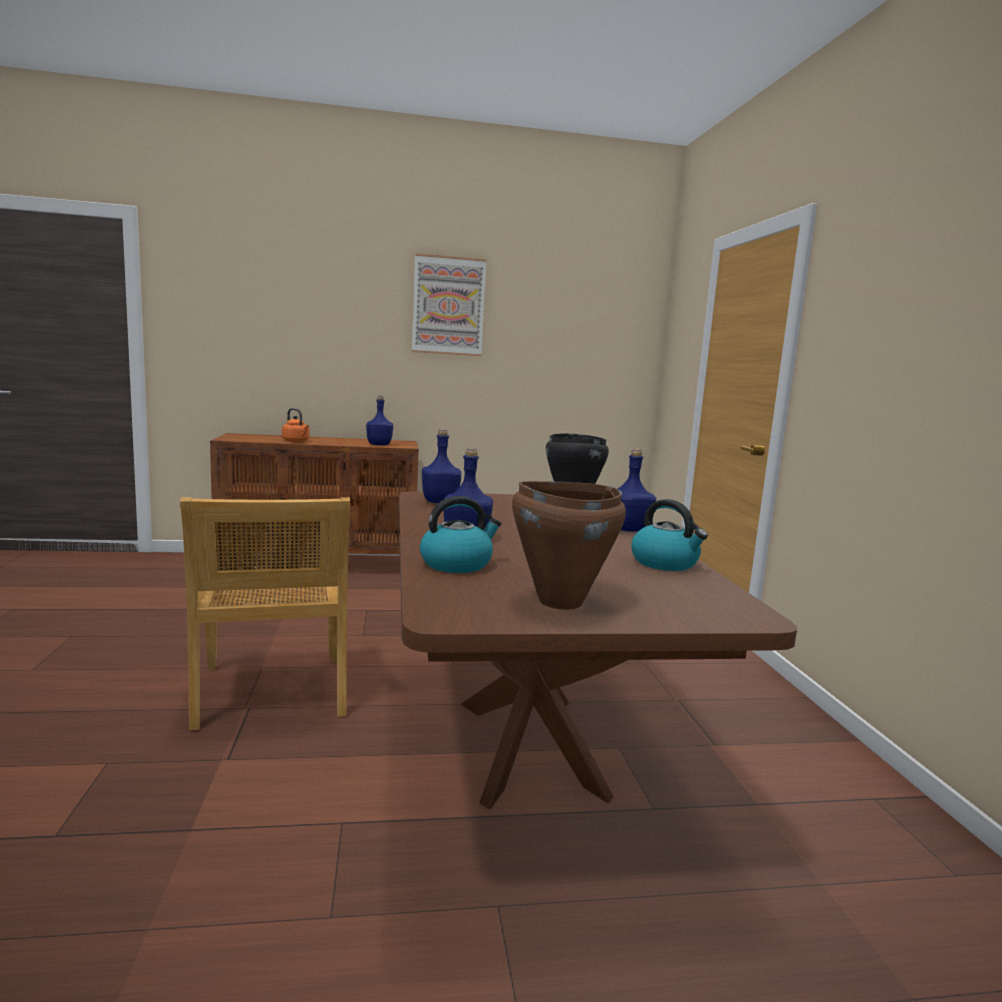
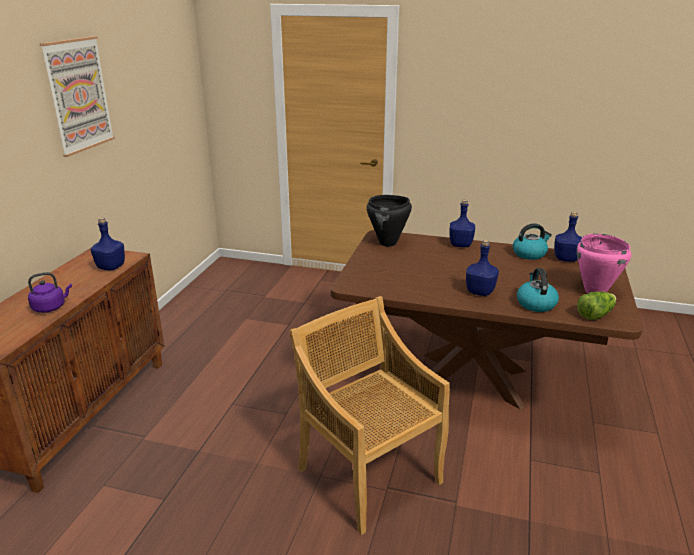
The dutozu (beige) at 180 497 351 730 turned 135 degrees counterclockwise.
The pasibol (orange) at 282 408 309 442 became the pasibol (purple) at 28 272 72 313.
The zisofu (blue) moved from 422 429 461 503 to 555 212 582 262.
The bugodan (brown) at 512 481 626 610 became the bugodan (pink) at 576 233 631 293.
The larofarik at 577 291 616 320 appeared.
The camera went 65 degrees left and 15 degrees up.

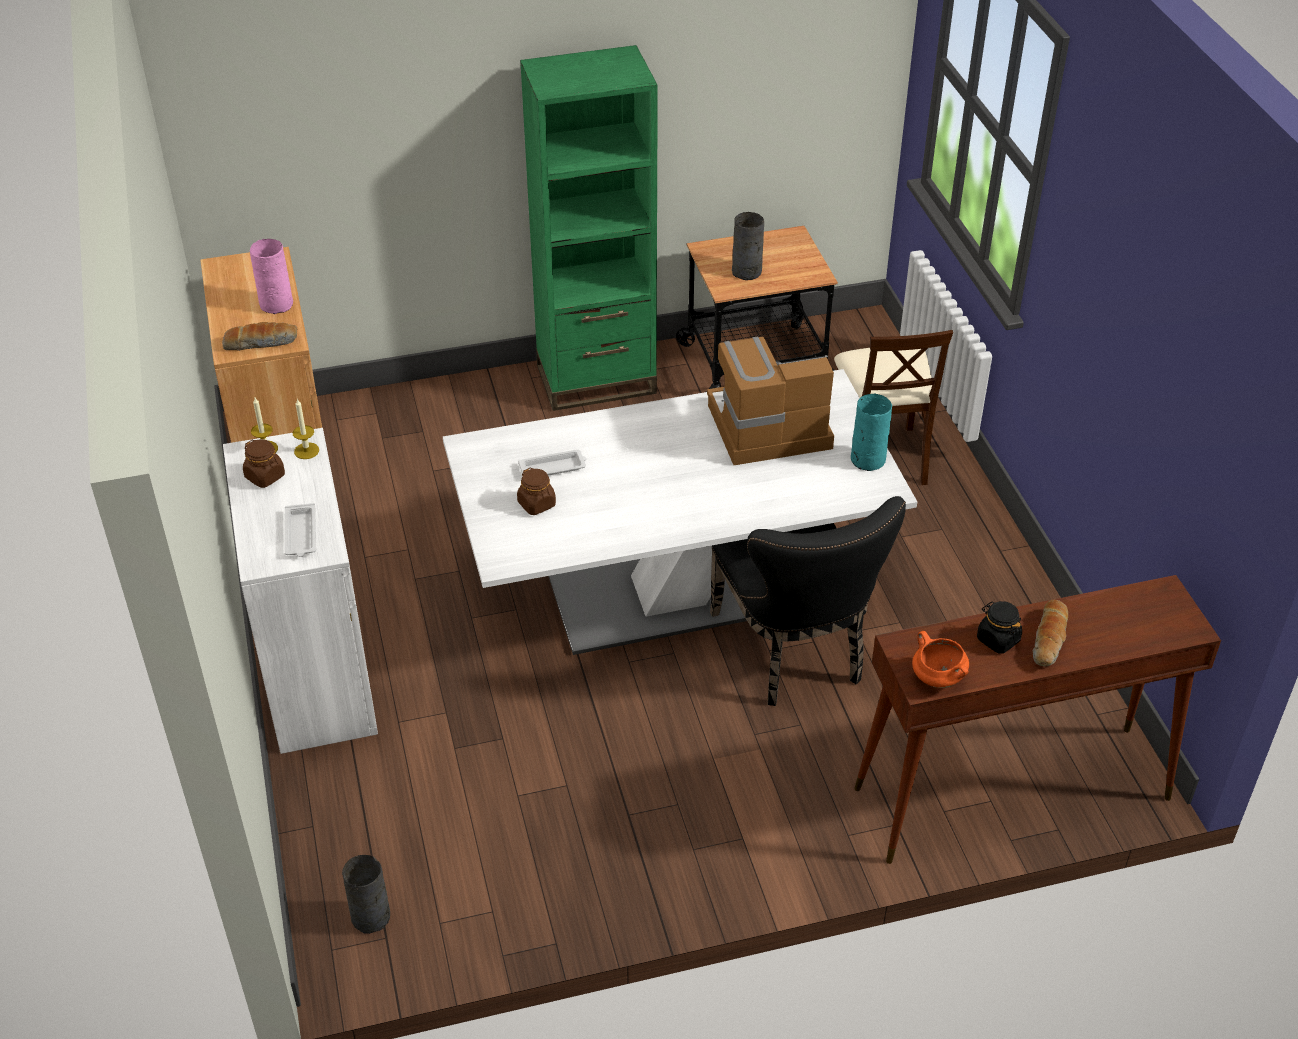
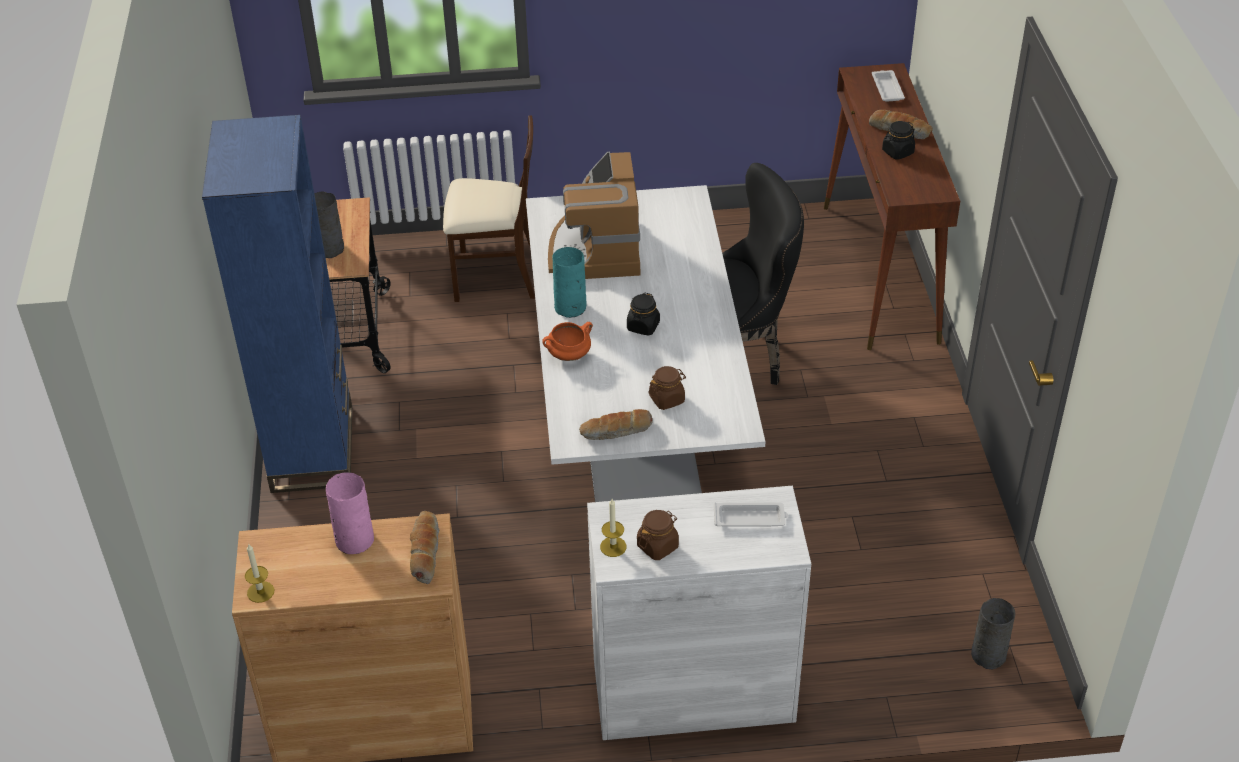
The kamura moved from 293 399 319 459 to 245 543 275 603.
The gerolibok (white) moved from 518 449 586 475 to 872 70 905 102.
The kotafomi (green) at 520 45 658 411 became the kotafomi (blue) at 202 115 352 493.
The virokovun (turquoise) moved from 851 394 892 471 to 552 247 586 318.
The bugodan (orange) moved from 912 631 969 688 to 542 322 593 361.
The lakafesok at 579 409 653 440 appeared.
The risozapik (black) at 627 293 660 336 appeared.
The camera went 80 degrees left and 0 degrees up.

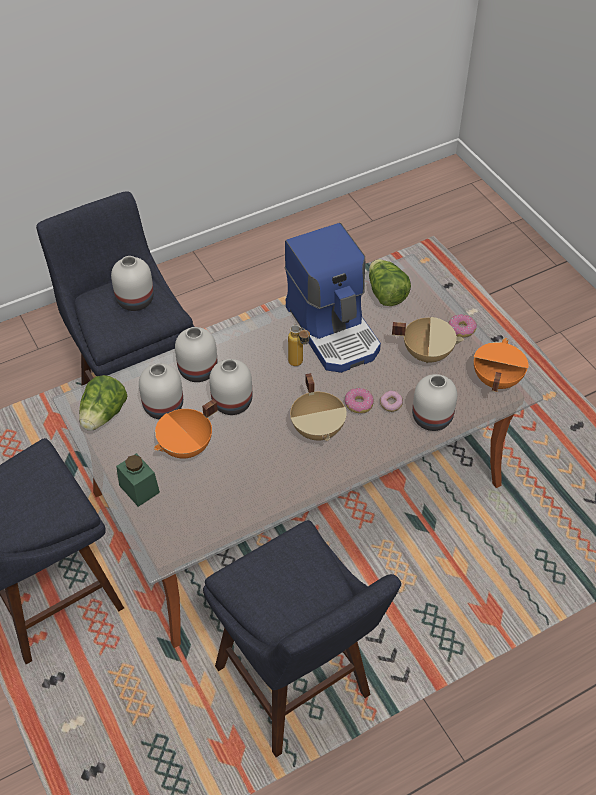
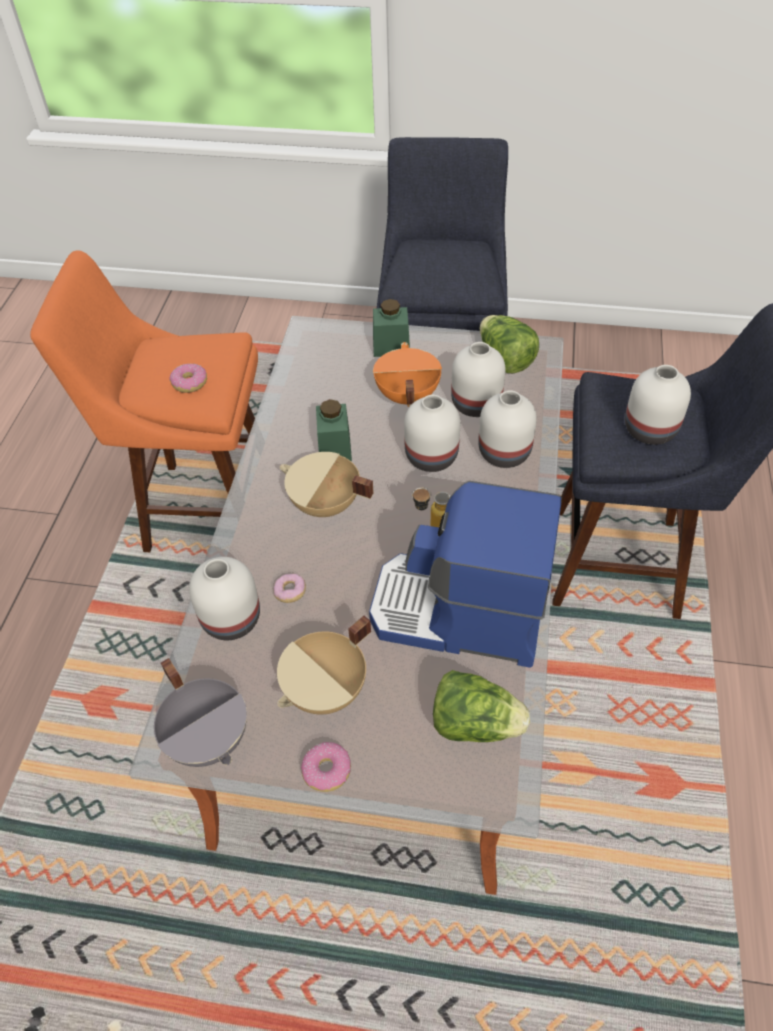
The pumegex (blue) at 203 520 401 757 became the pumegex (orange) at 30 250 258 552.
The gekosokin moved from 345 388 374 413 to 169 364 207 393.
The bugodan (orange) at 474 338 528 392 became the bugodan (grey) at 154 658 247 767.
The risozapik (green) at 316 399 352 461 appeared.
The camera went 130 degrees right and 0 degrees up.

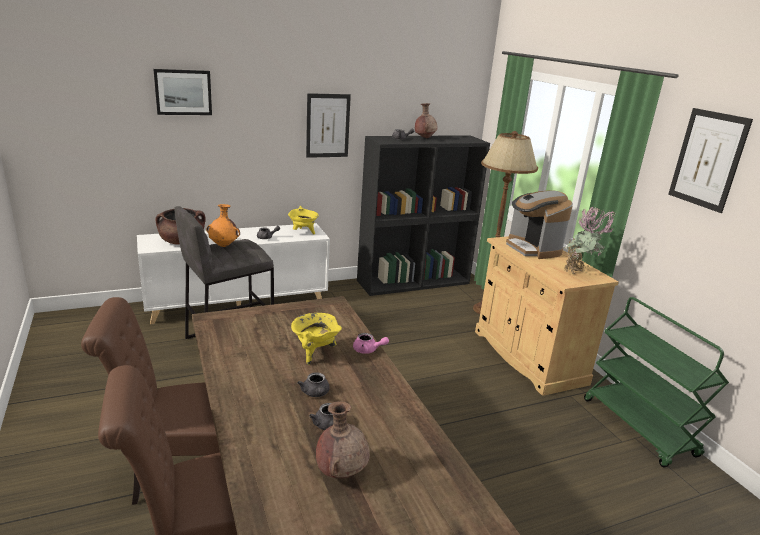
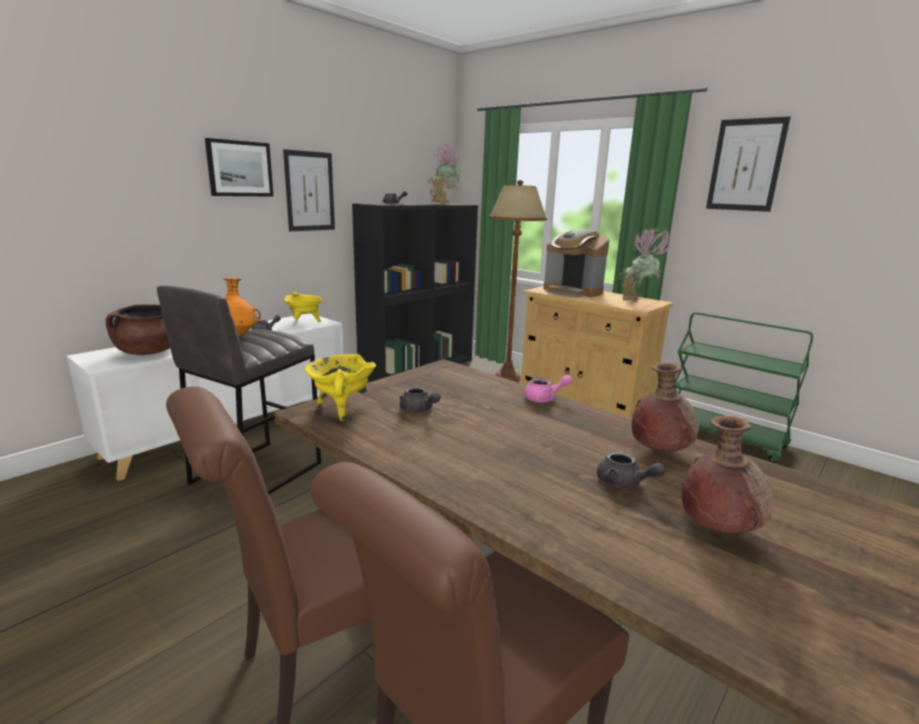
The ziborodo moved from 153 69 212 115 to 205 138 274 197.
The bugodan (yellow) moved from 291 313 342 365 to 305 354 376 421.
The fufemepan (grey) moved from 297 372 330 397 to 399 386 441 413.
The virokovun (brown) moved from 415 103 437 138 to 632 363 699 453.
The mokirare at 428 142 461 204 appeared.
The camera went 25 degrees left and 5 degrees down.

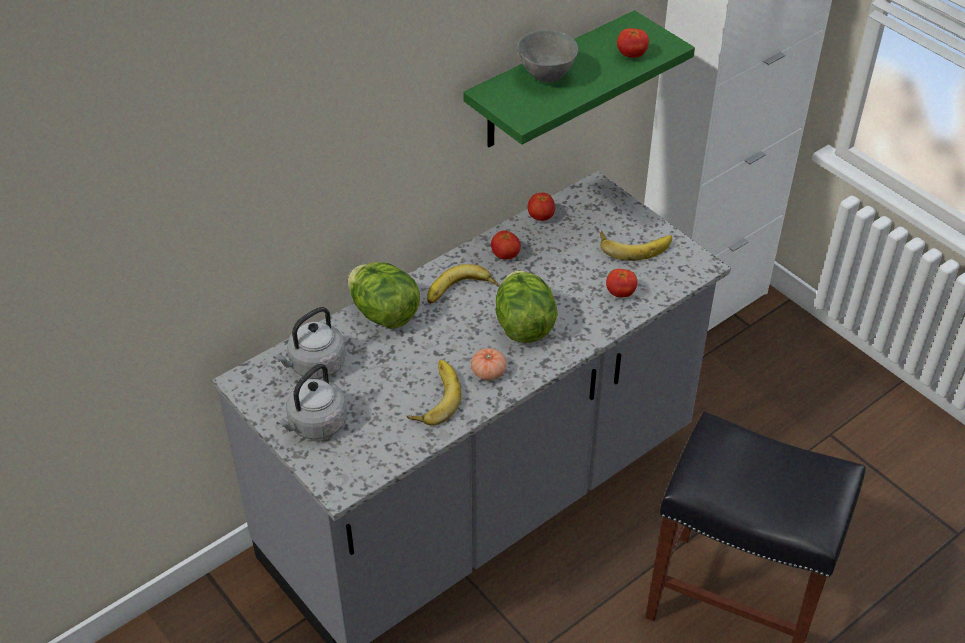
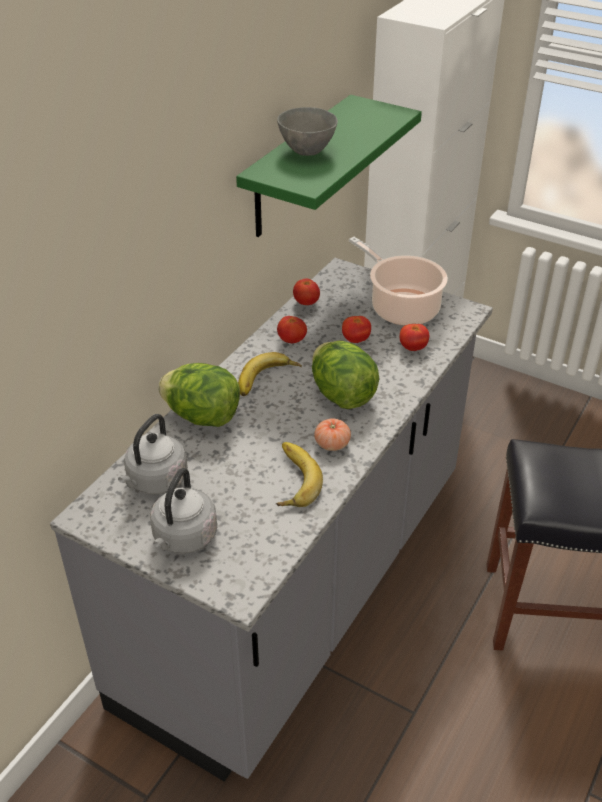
The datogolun at 600 230 672 261 was replaced by the bugodan at 349 237 448 326.
The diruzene moved from 617 28 649 58 to 342 316 371 343.
The camera went 20 degrees left and 5 degrees down.

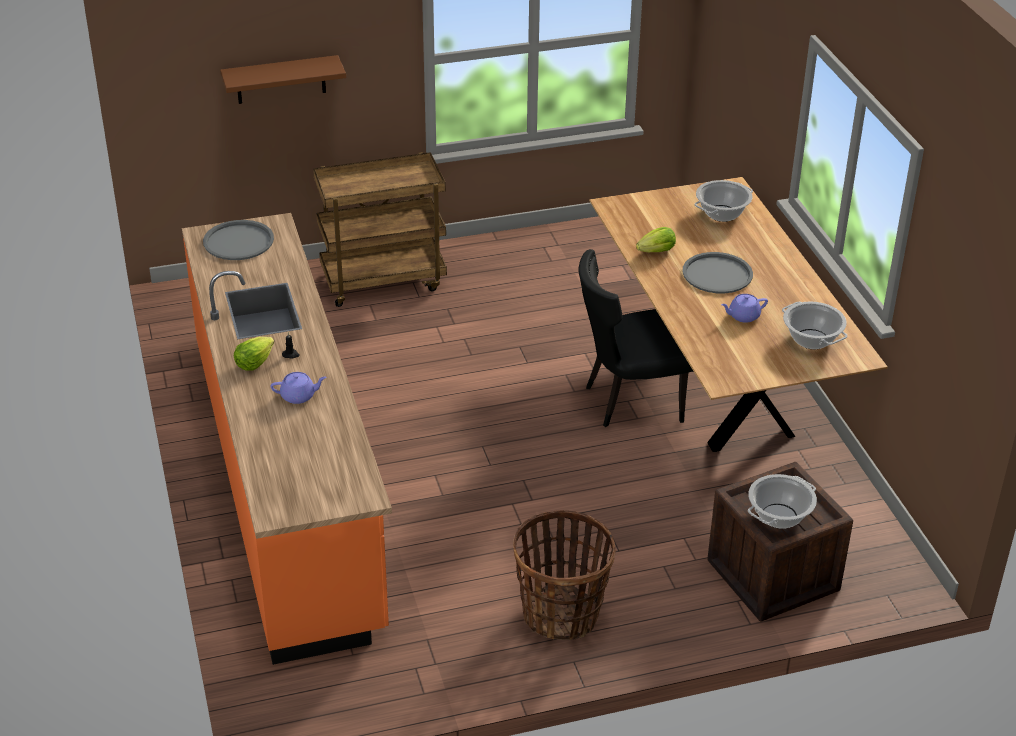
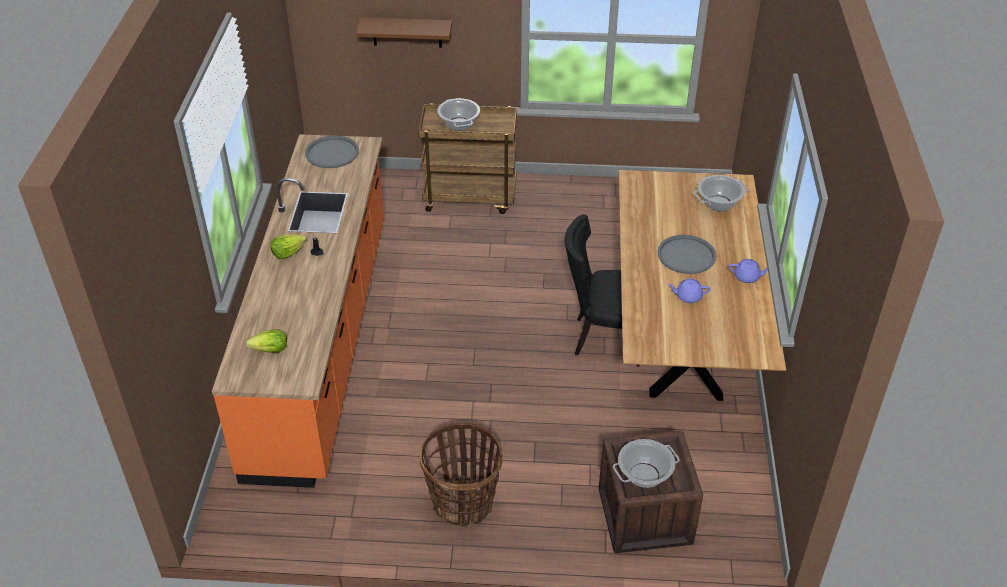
The fufemepan (purple) moved from 271 372 326 404 to 729 259 768 283.
The larofarik moved from 636 227 676 252 to 246 329 287 352.
The bugodan moved from 782 302 848 349 to 437 98 480 131.
The camera went 20 degrees right and 5 degrees up.

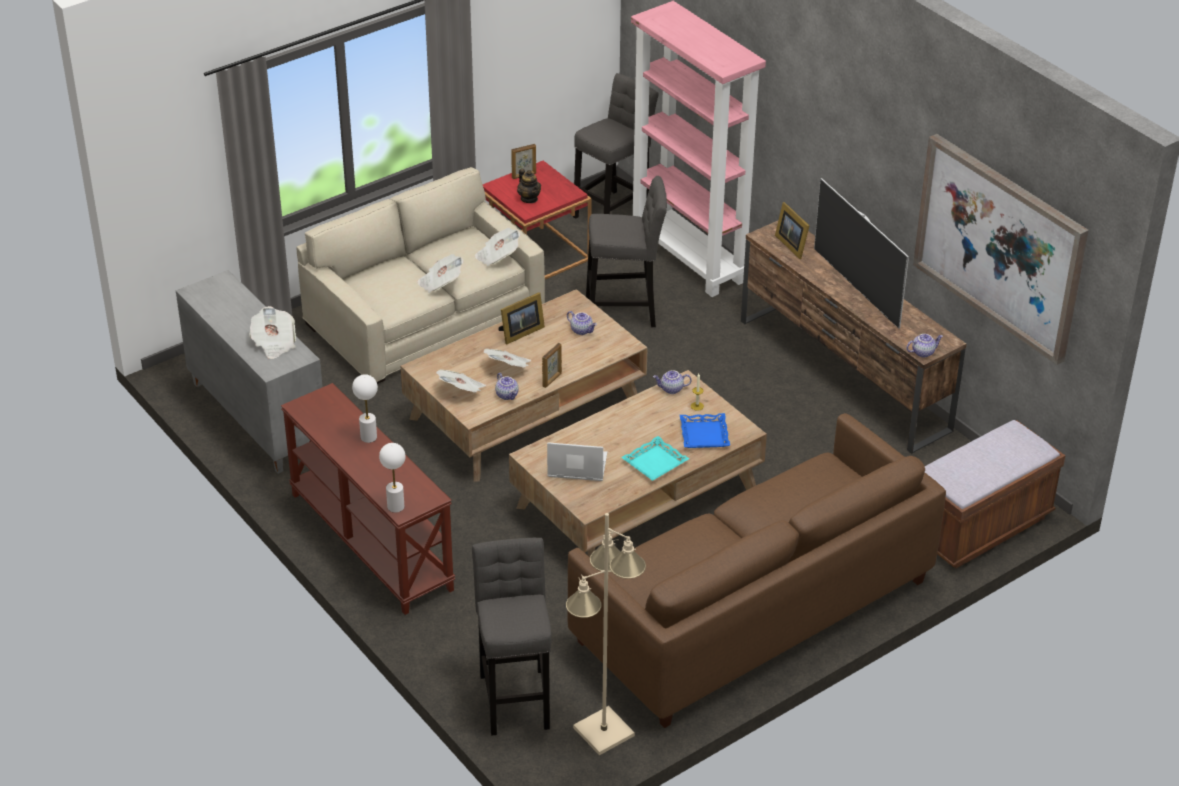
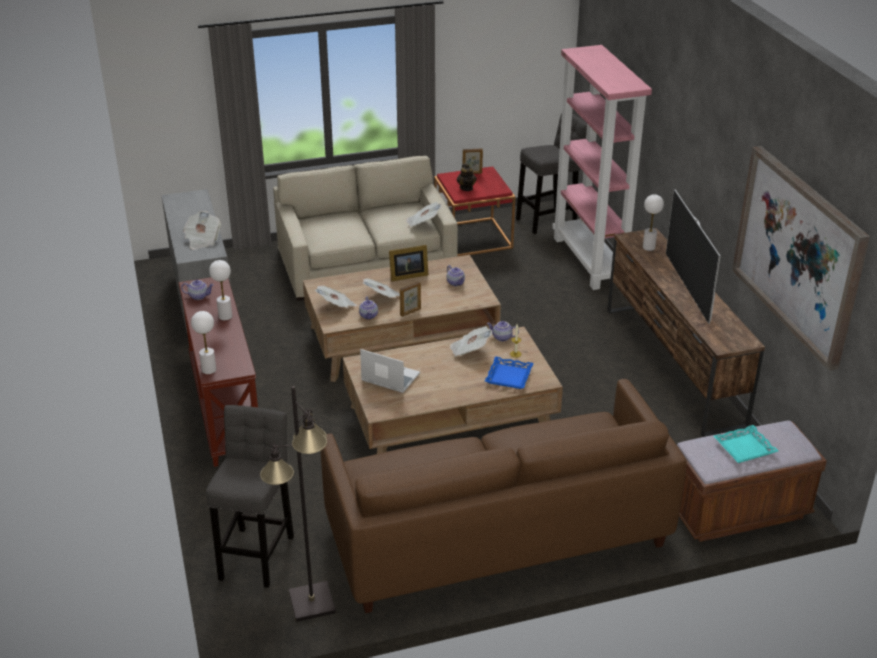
The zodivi moved from 417 254 464 293 to 450 326 492 357.
The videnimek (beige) at 566 513 646 755 became the videnimek (black) at 260 386 336 622.
The pumegex (grey) at 586 176 667 327 disappeared.
The gerolibok (turquoise) moved from 621 436 689 481 to 714 425 779 463.
The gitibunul at 775 202 809 259 was replaced by the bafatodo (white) at 643 194 664 251.
The fufemepan moved from 906 334 943 358 to 181 280 214 300.
The camera went 20 degrees right and 5 degrees down.

